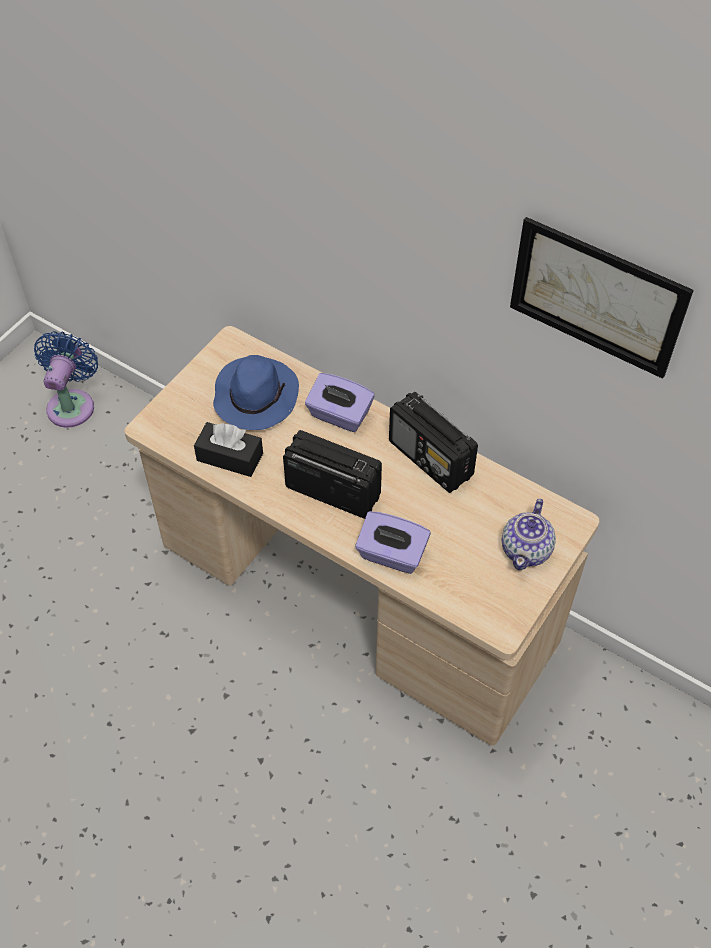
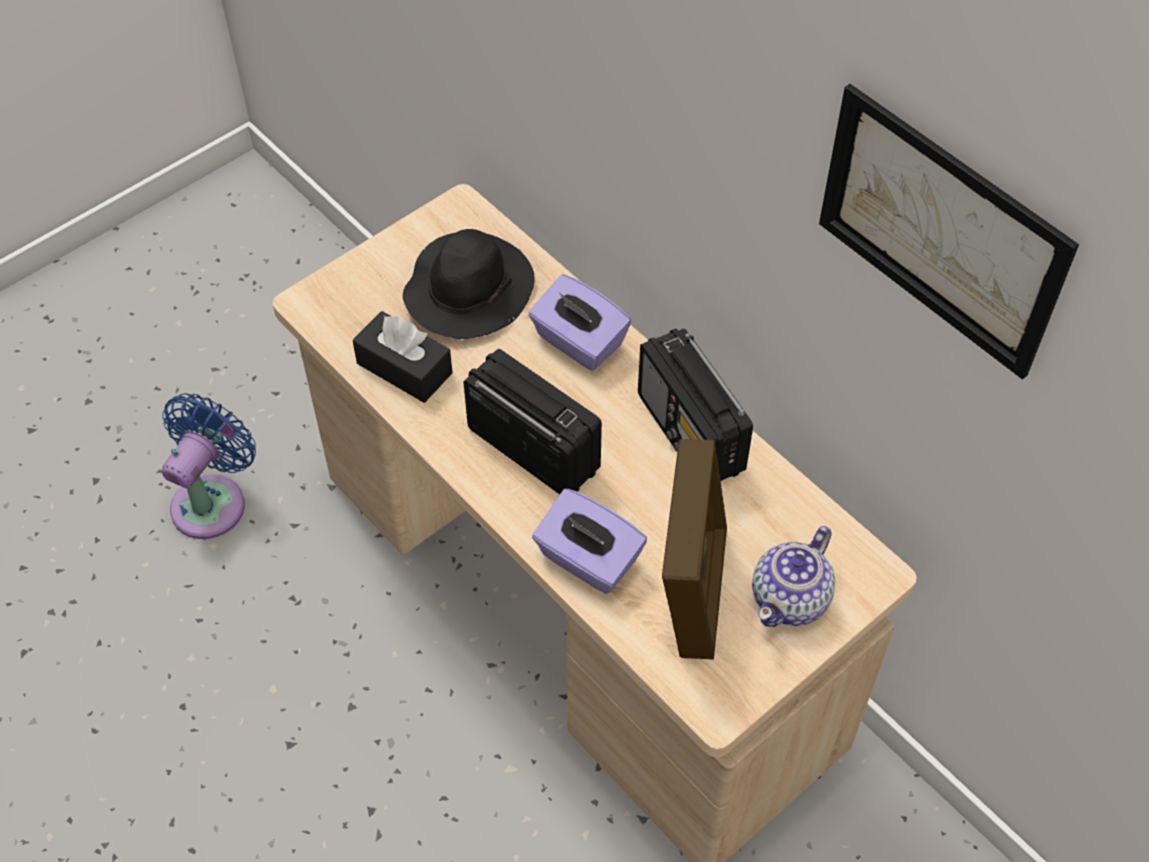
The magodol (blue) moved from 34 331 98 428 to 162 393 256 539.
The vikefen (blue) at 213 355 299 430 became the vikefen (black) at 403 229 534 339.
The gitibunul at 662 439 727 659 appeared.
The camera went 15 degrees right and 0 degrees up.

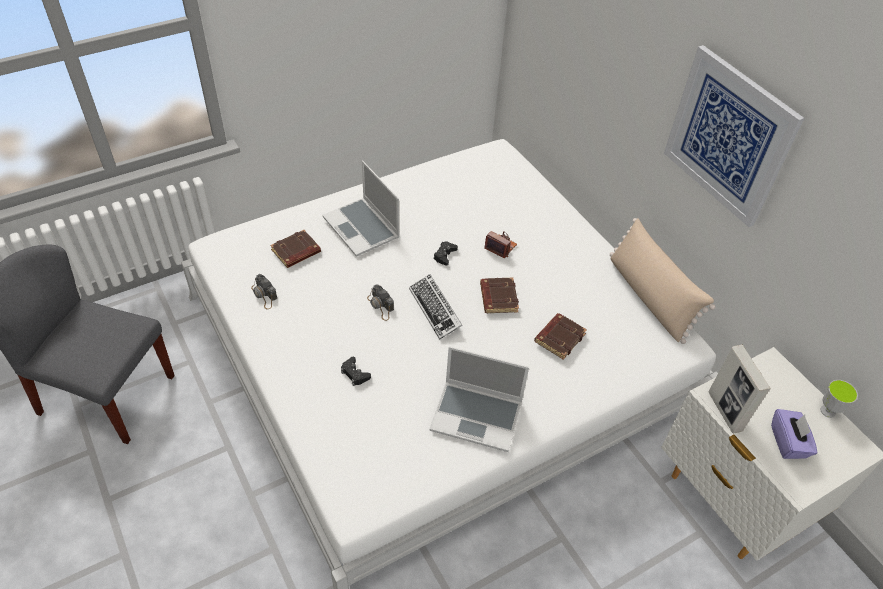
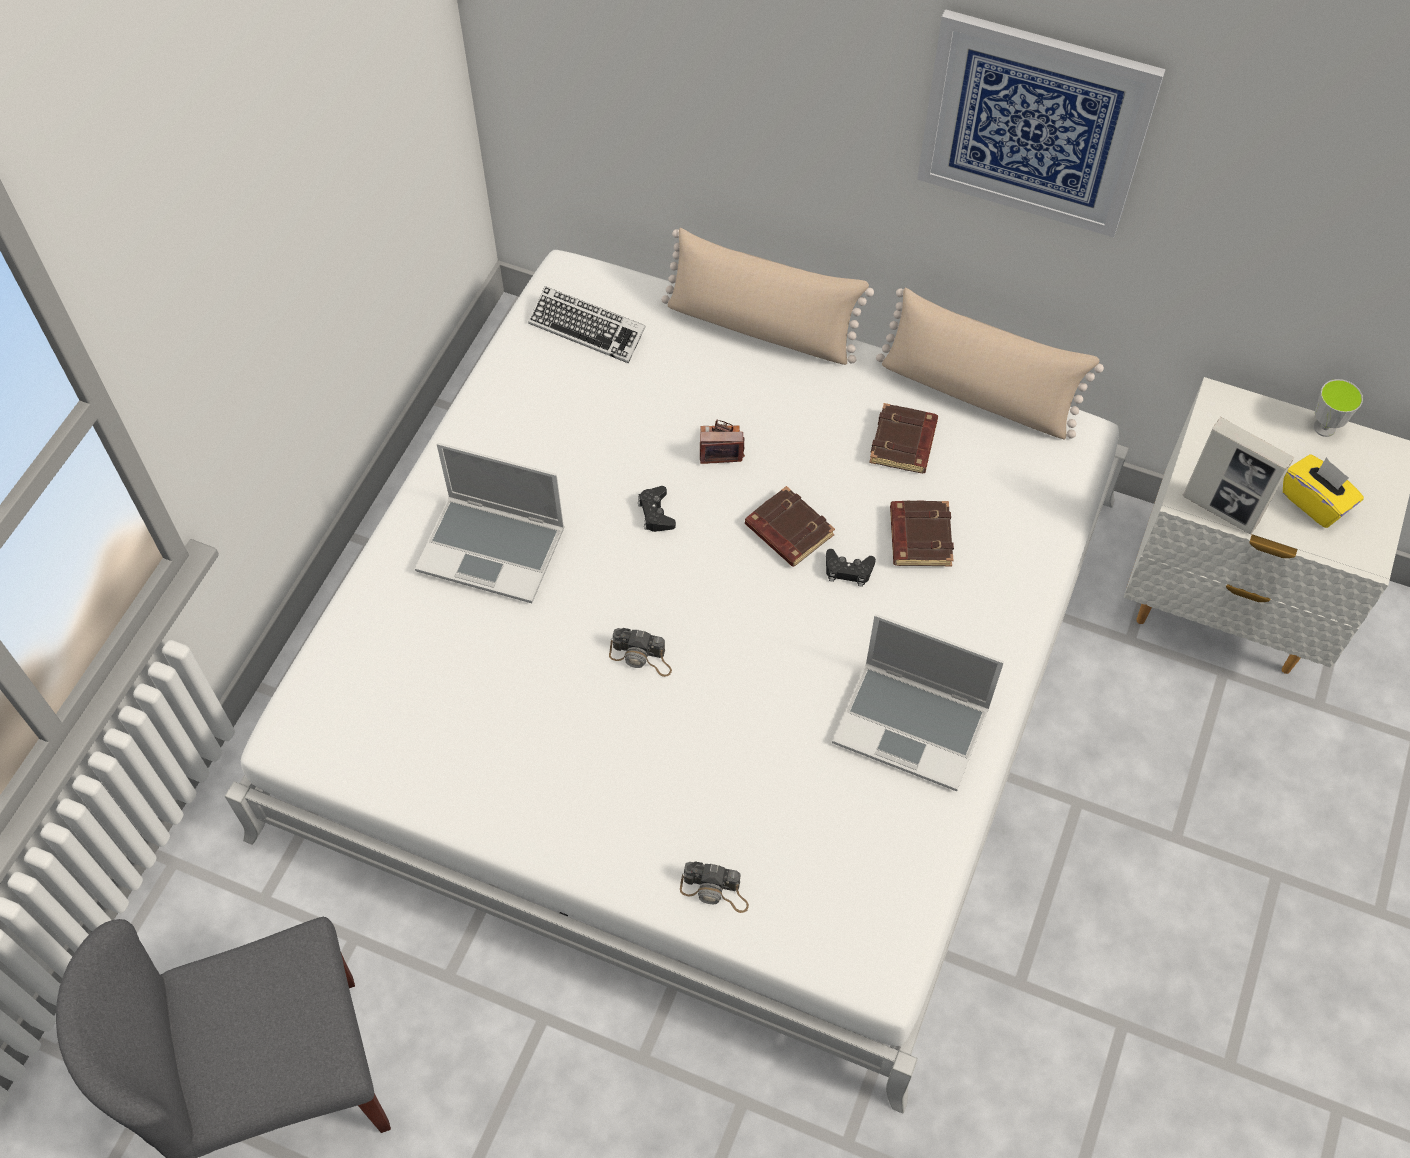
The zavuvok moved from 251 274 277 309 to 680 861 749 913.
The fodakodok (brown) moved from 270 230 321 268 to 869 403 938 473.
The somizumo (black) moved from 341 357 371 386 to 826 549 876 587.
The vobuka moved from 409 274 463 340 to 528 286 646 363.
The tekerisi at 429 346 529 452 turned 45 degrees clockwise.
The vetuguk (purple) at 771 409 818 459 became the vetuguk (yellow) at 1283 454 1364 528.
The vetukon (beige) at 661 228 874 365 appeared.
The camera went 35 degrees left and 10 degrees up.

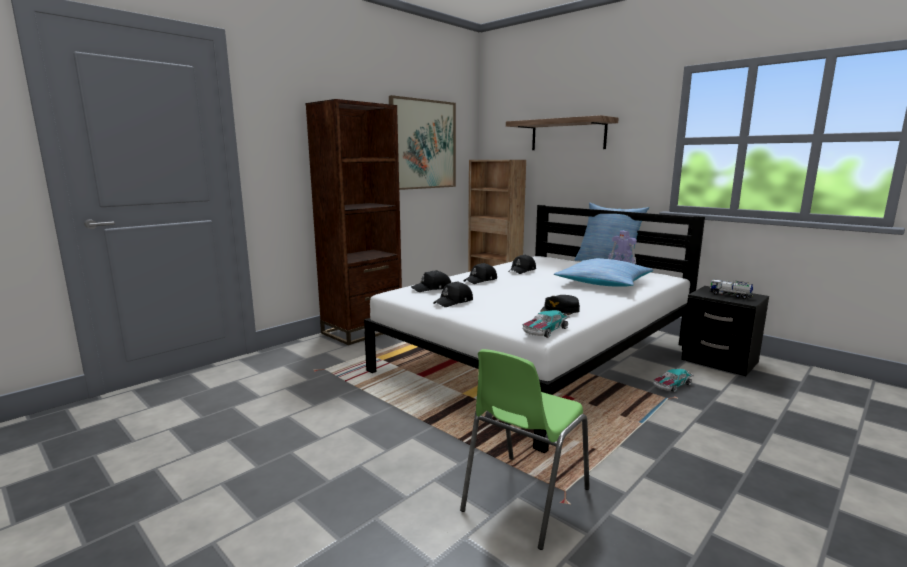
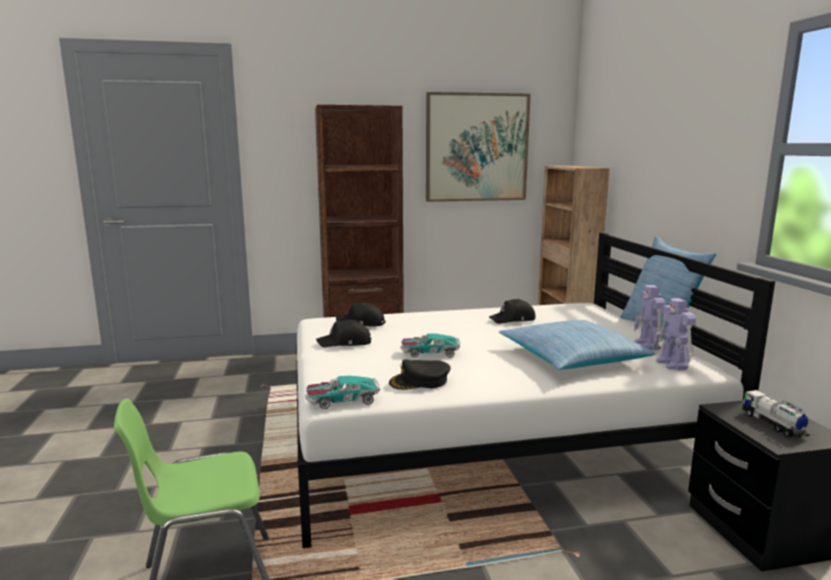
The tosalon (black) at 464 263 497 284 disappeared.
The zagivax at 506 115 619 150 disappeared.
The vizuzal moved from 653 369 694 392 to 400 333 460 358.
The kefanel at 653 298 697 371 appeared.
The camera went 35 degrees right and 0 degrees up.

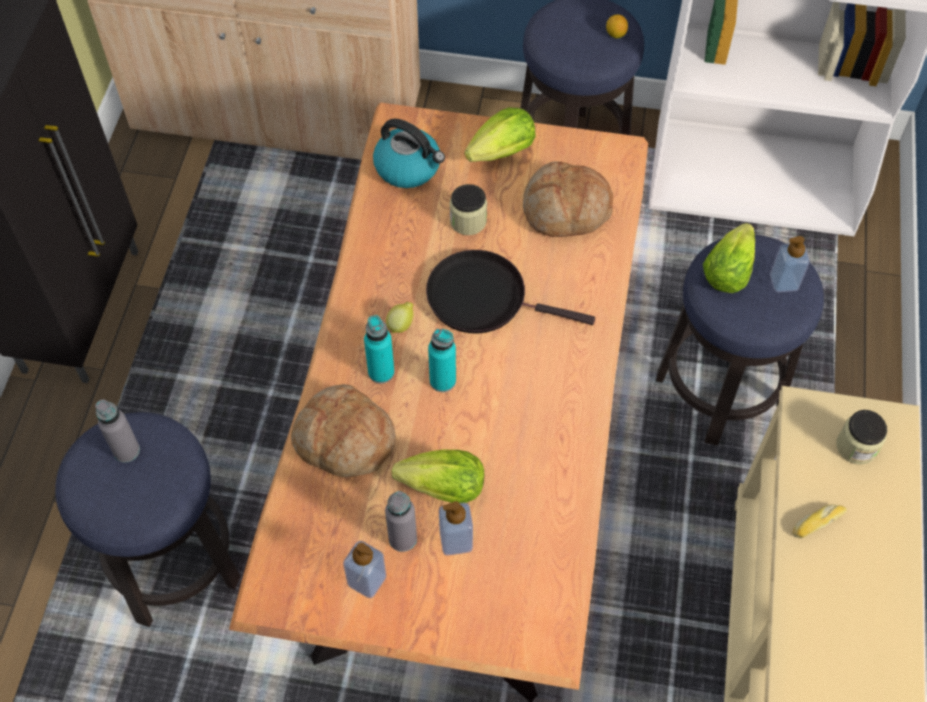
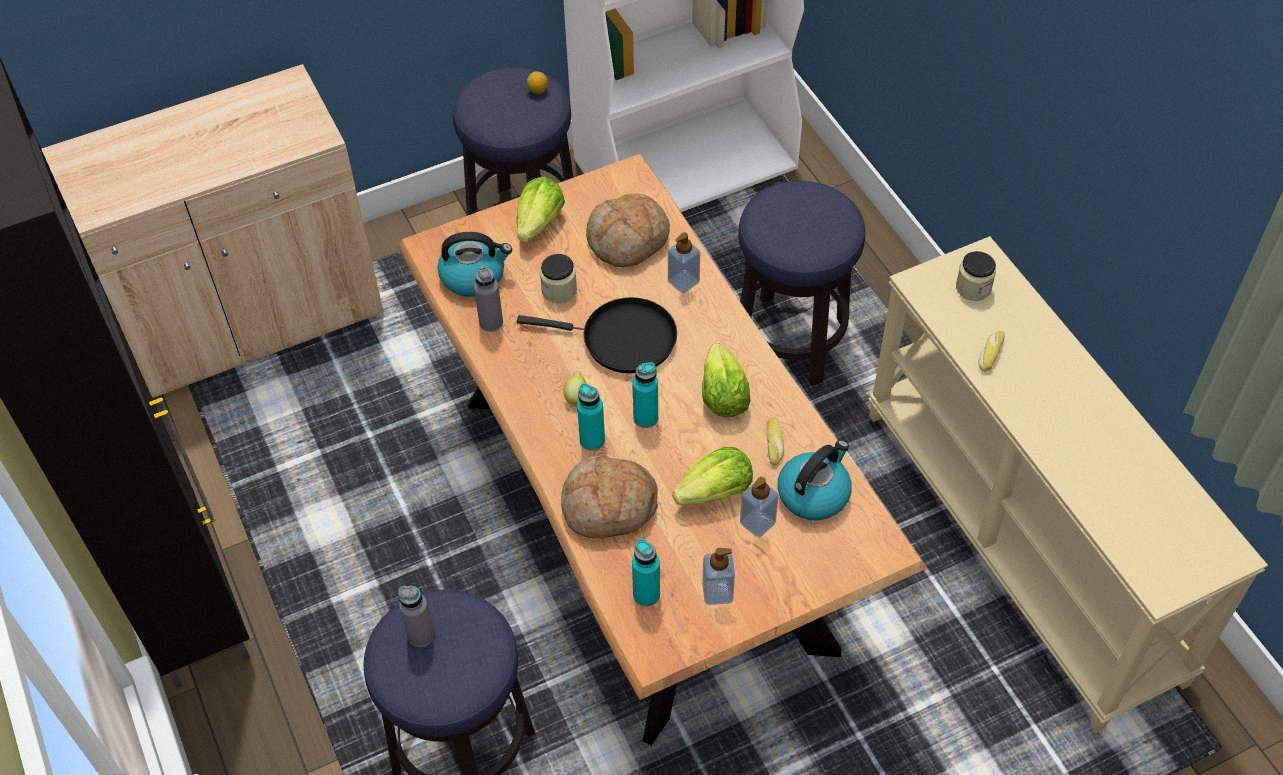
The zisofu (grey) moved from 385 491 417 552 to 474 266 503 332.
The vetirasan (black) at 426 250 595 333 turned 150 degrees counterclockwise.
The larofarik moved from 703 223 755 293 to 702 343 751 417.
The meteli moved from 770 236 810 292 to 668 232 700 293.
The zisofu (turquoise) at 632 539 660 607 appeared.
The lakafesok at 767 418 784 466 appeared.
The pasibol at 778 440 852 521 appeared.
The camera went 35 degrees left and 5 degrees down.

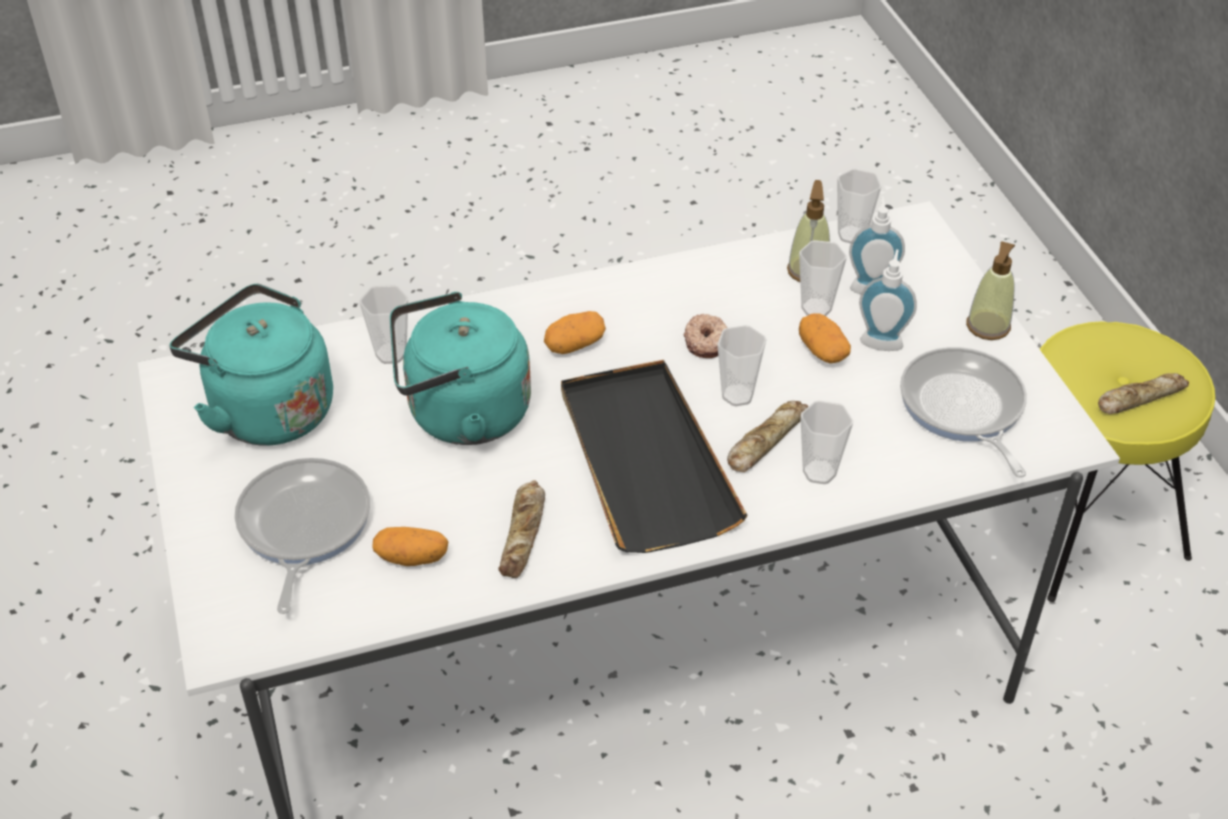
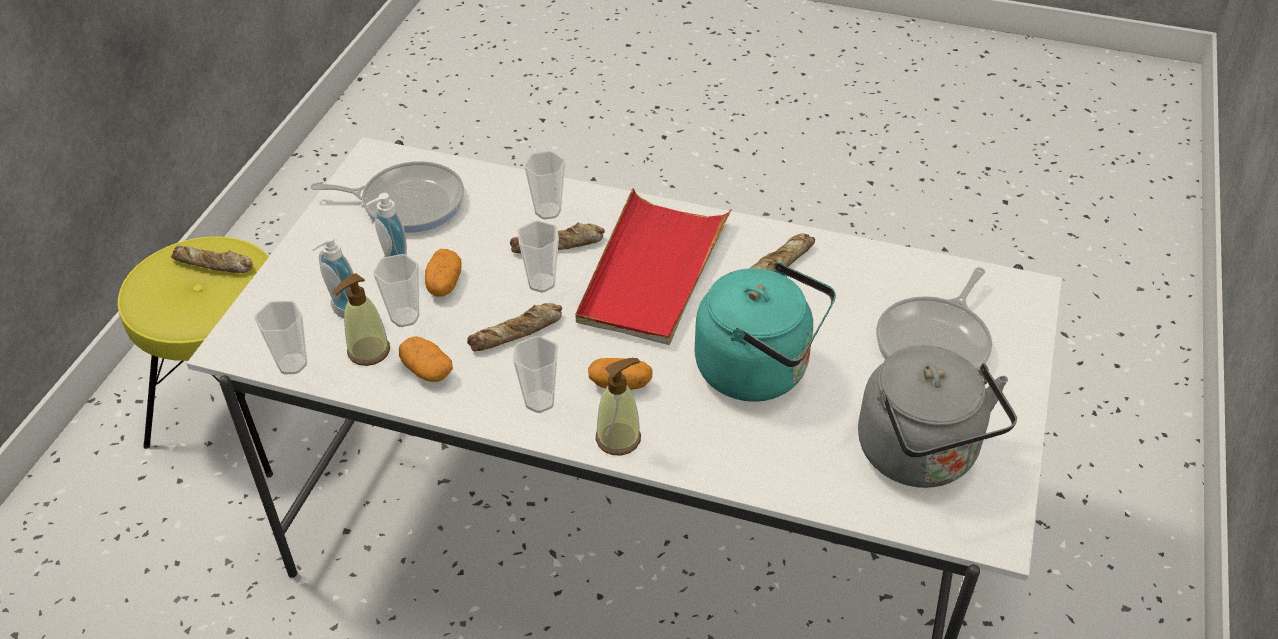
The pasibol (turquoise) at 169 284 333 446 became the pasibol (grey) at 858 345 1017 488.
The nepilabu moved from 359 285 408 364 to 513 336 558 413.
The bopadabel moved from 372 527 448 566 to 399 336 453 382.
The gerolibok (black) at 561 360 747 553 became the gerolibok (red) at 576 188 732 345.
The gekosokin at 684 314 727 358 was replaced by the lakafesok at 467 303 562 351.
The vetirasan at 900 347 1027 477 turned 105 degrees counterclockwise.
The meteli moved from 966 241 1015 340 to 596 358 641 456.
The camera went 145 degrees left and 0 degrees up.

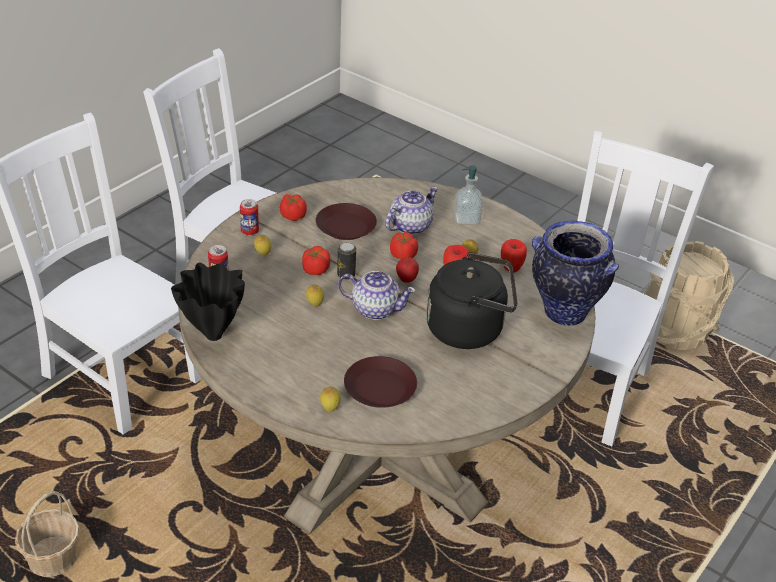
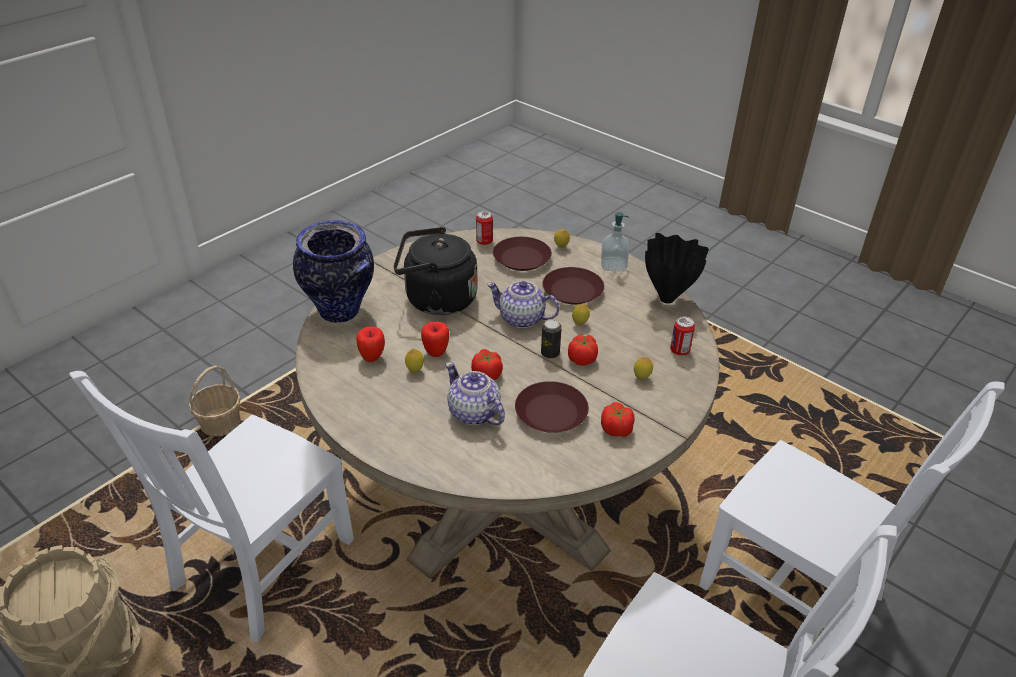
The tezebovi moved from 15 491 80 577 to 189 365 241 436.
The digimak moved from 240 199 259 235 to 476 211 493 245.
The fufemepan at 385 187 438 235 turned 90 degrees clockwise.
The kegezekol at 396 256 419 283 disappeared.
The meteli moved from 454 165 483 225 to 601 212 630 271.
The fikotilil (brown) at 542 267 604 304 appeared.
The camera went 175 degrees left and 0 degrees up.

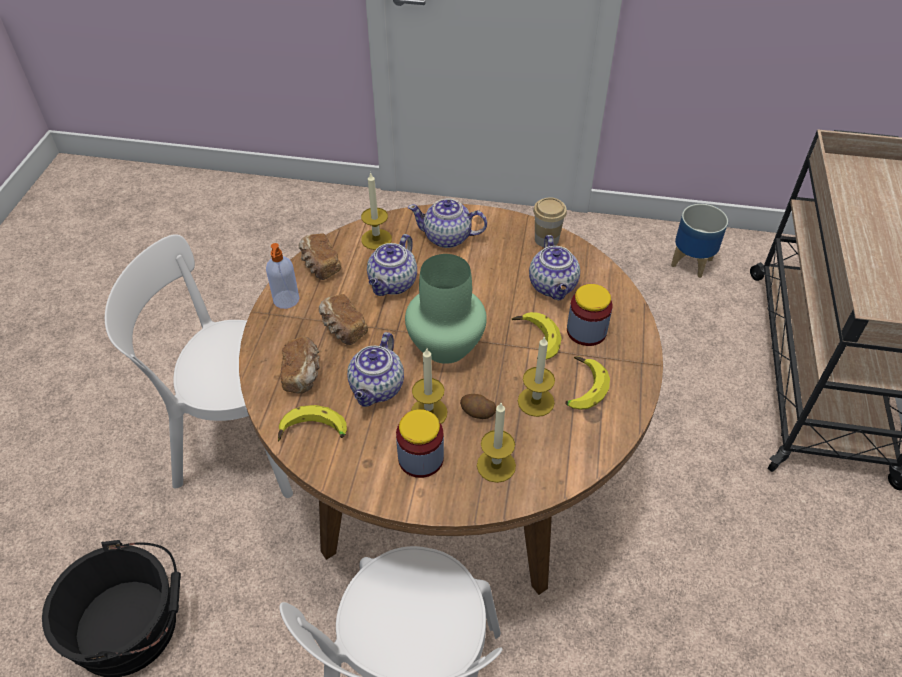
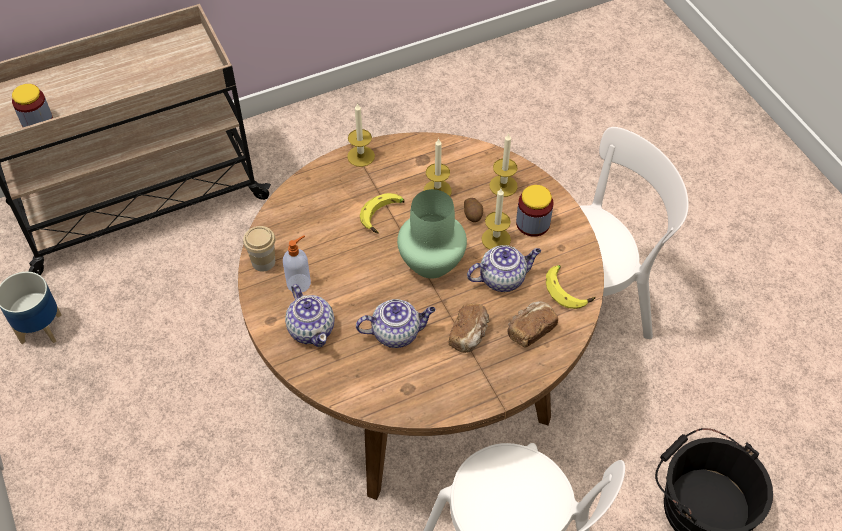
The meteli moved from 266 243 299 309 to 283 236 311 292.
The lakafesok at 299 233 341 280 disappeared.
The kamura moved from 361 172 392 250 to 347 103 375 167.
The fufemepan at 529 235 580 300 disappeared.
The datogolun at 565 356 610 410 disappeared.
The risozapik moved from 567 284 613 346 to 12 84 53 127.
The camera went 125 degrees left and 5 degrees up.

